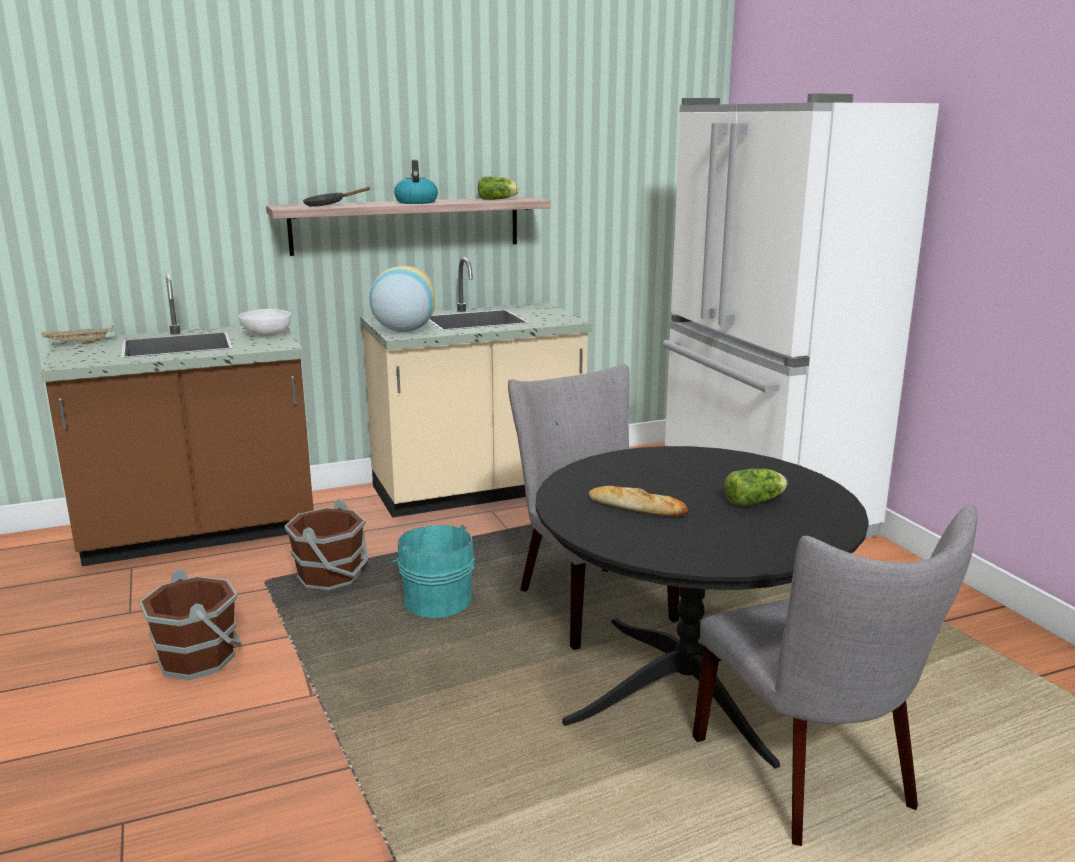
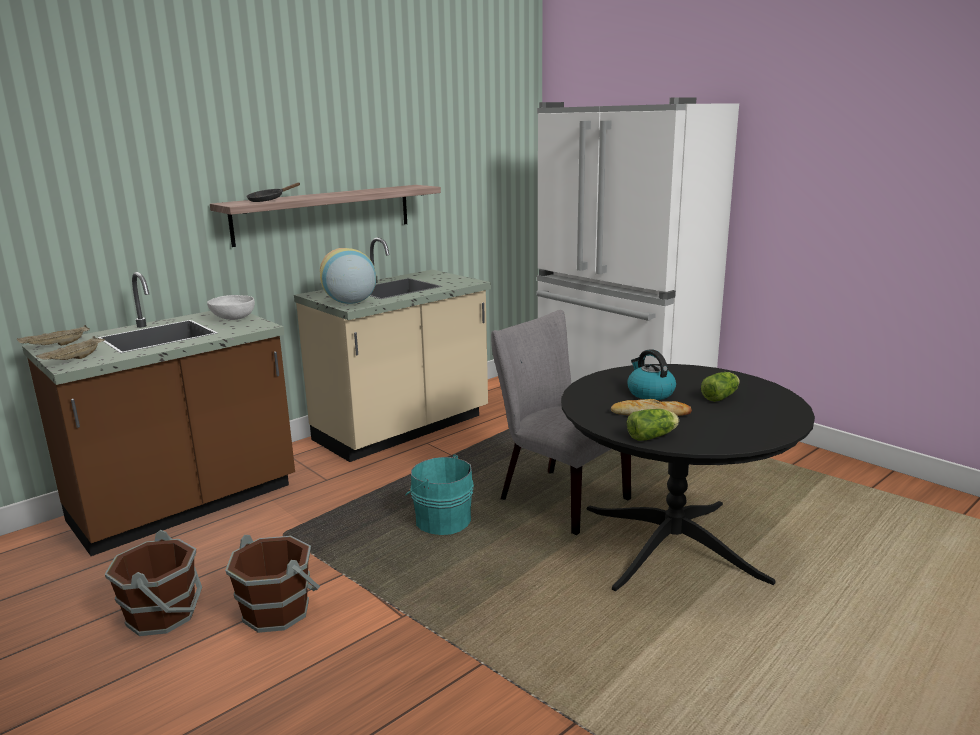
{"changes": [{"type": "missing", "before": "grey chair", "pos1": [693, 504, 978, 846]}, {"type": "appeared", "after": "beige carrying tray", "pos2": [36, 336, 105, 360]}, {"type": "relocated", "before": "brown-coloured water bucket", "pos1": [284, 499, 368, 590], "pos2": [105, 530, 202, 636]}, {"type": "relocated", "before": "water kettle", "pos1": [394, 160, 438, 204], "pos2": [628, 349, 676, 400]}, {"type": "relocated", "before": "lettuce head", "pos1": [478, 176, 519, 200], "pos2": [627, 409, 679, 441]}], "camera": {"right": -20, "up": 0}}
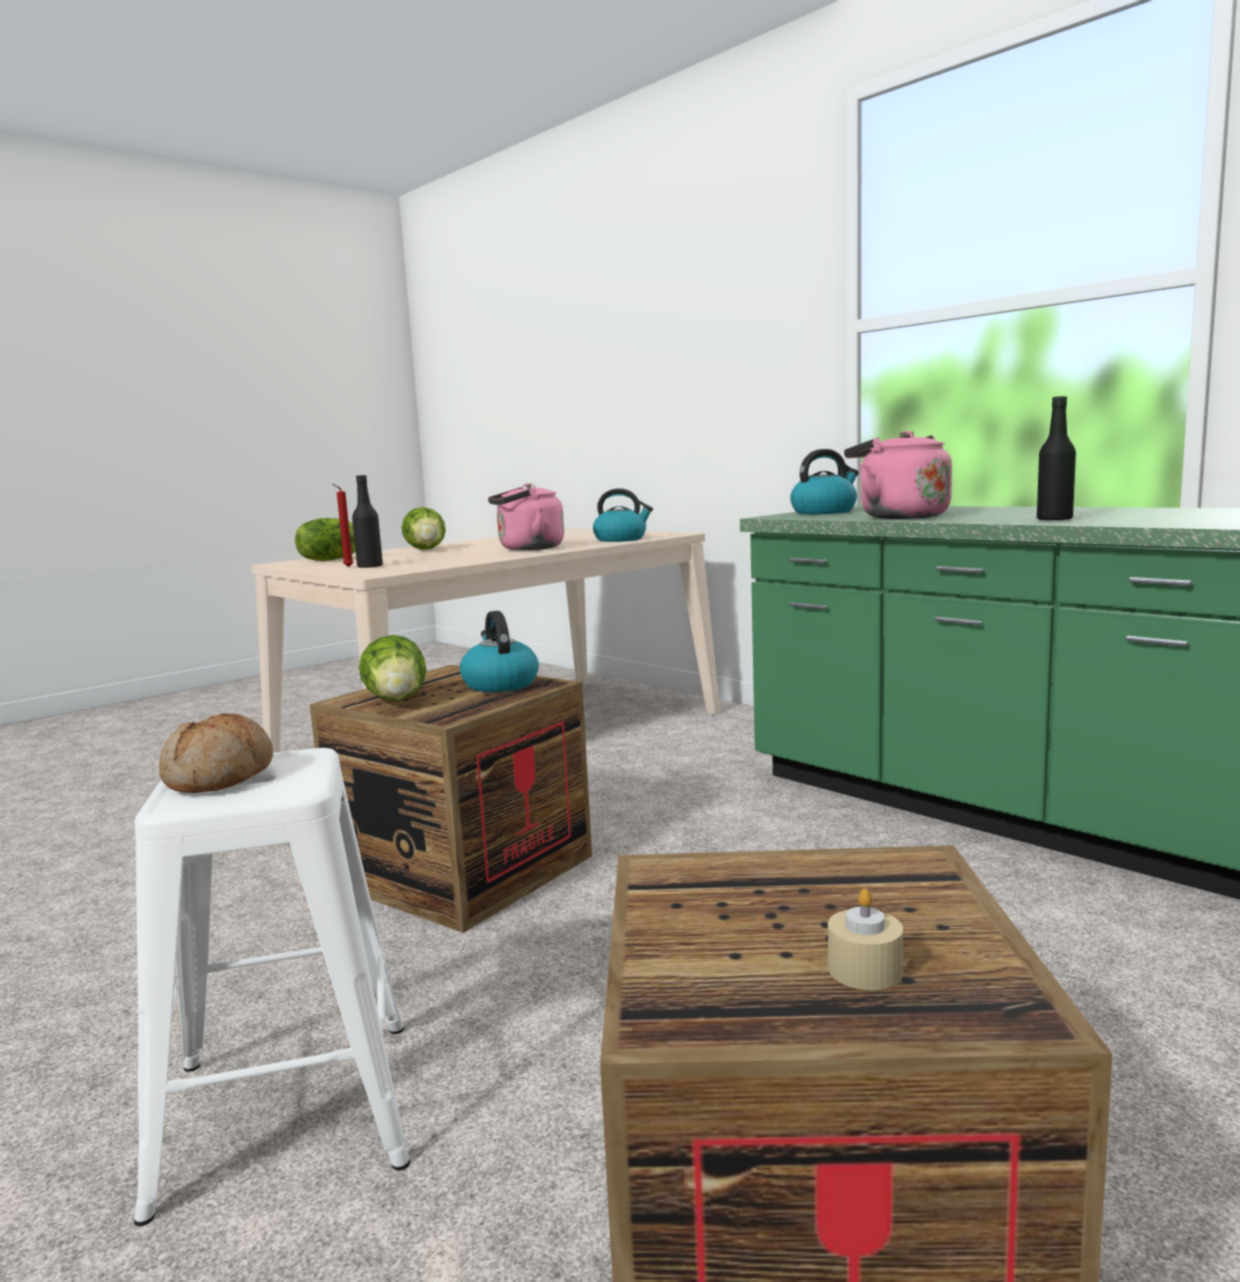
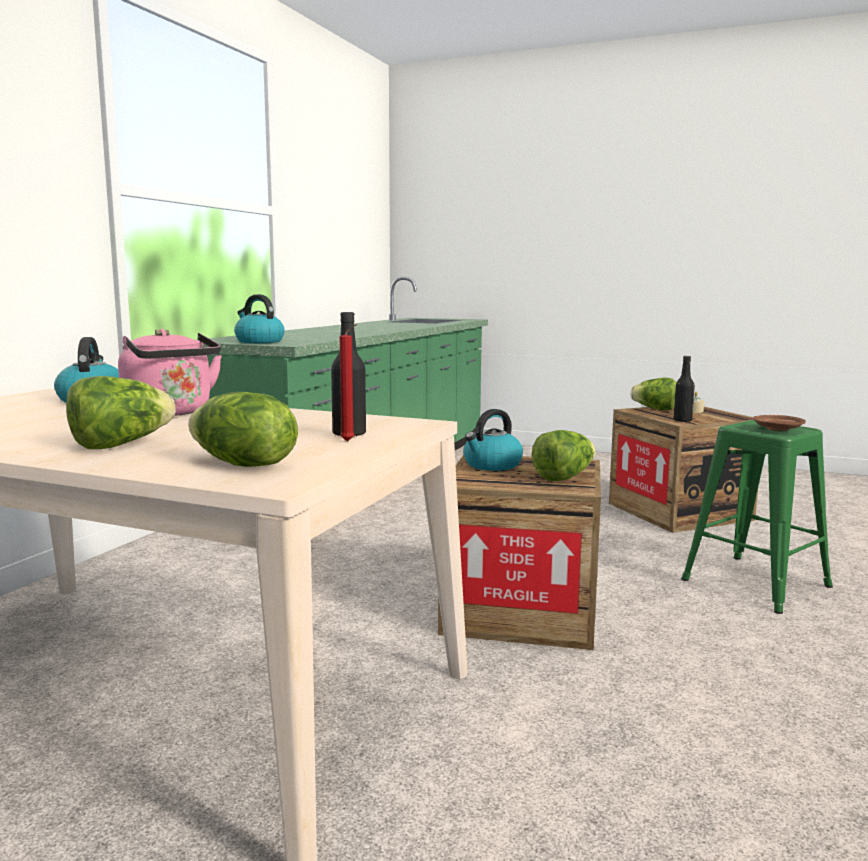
{"changes": [{"type": "missing", "before": "pink-coloured water kettle", "pos1": [844, 431, 952, 519]}, {"type": "appeared", "after": "lettuce head", "pos2": [630, 378, 677, 410]}, {"type": "relocated", "before": "black beverage bottle", "pos1": [1037, 396, 1076, 521], "pos2": [673, 356, 695, 422]}, {"type": "exchanged", "before": "baked bread", "after": "brown-coloured plate", "pos1": [159, 713, 273, 793], "pos2": [753, 415, 806, 431]}, {"type": "colour", "before": "white-coloured stool", "after": "greenish stool", "pos1": [134, 748, 410, 1226], "pos2": [681, 420, 833, 614]}], "camera": {"right": -115, "up": 0}}
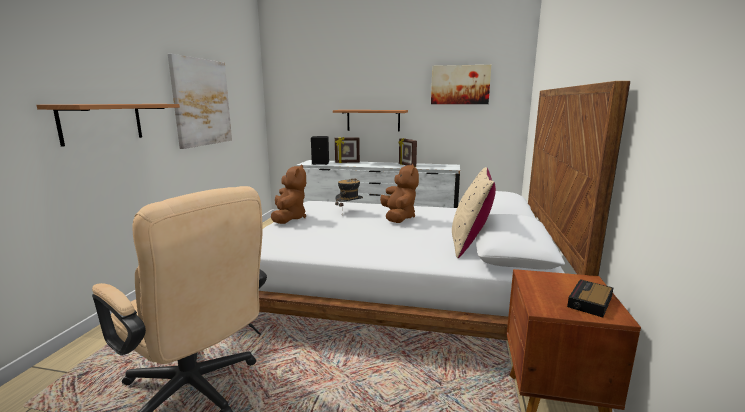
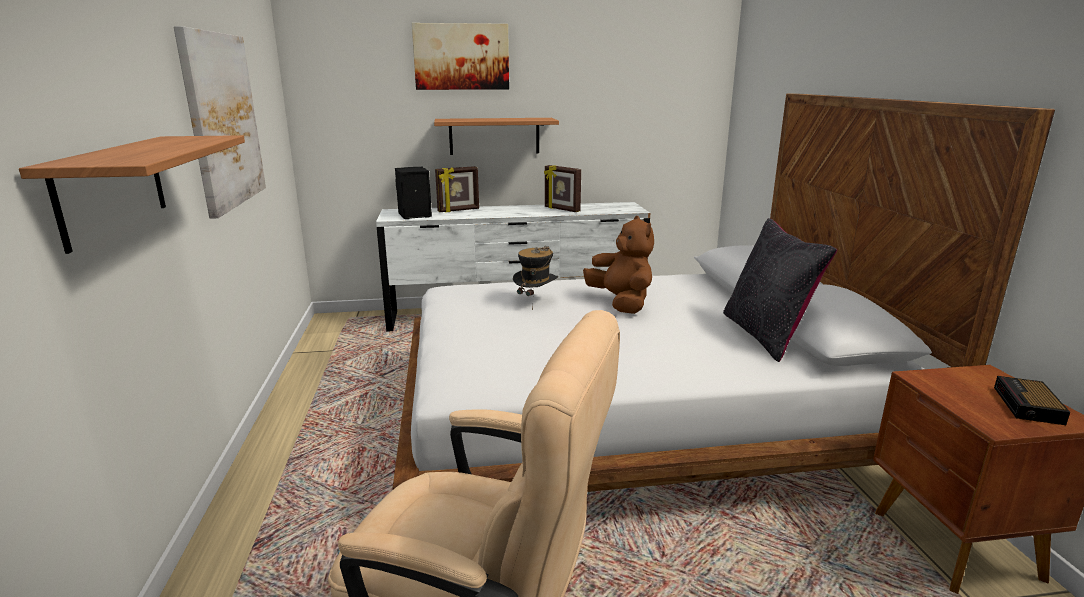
{"changes": [{"type": "missing", "before": "brown-coloured cuddly toy", "pos1": [271, 164, 306, 224]}, {"type": "relocated", "before": "picture", "pos1": [431, 65, 491, 104], "pos2": [412, 23, 509, 90]}, {"type": "colour", "before": "beige cushion", "after": "black cushion", "pos1": [452, 167, 496, 258], "pos2": [723, 218, 837, 362]}], "camera": {"right": -20, "up": 5}}
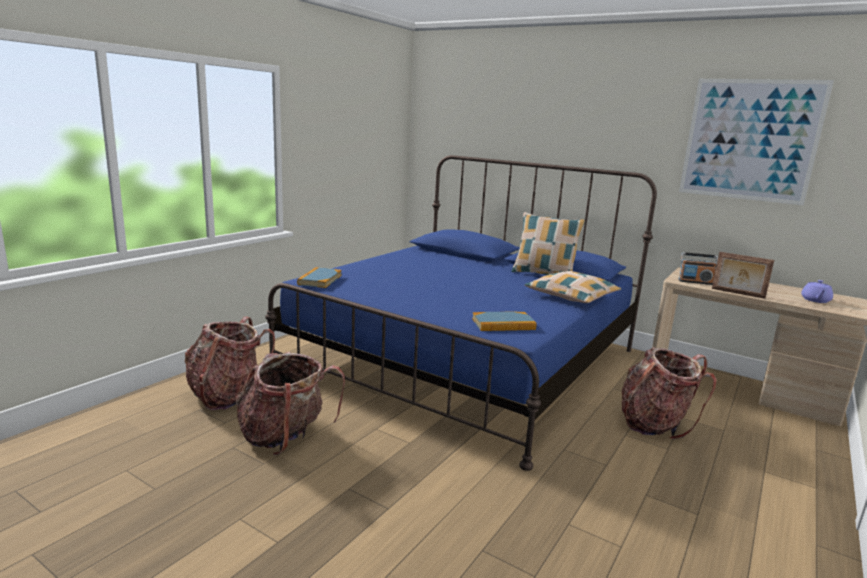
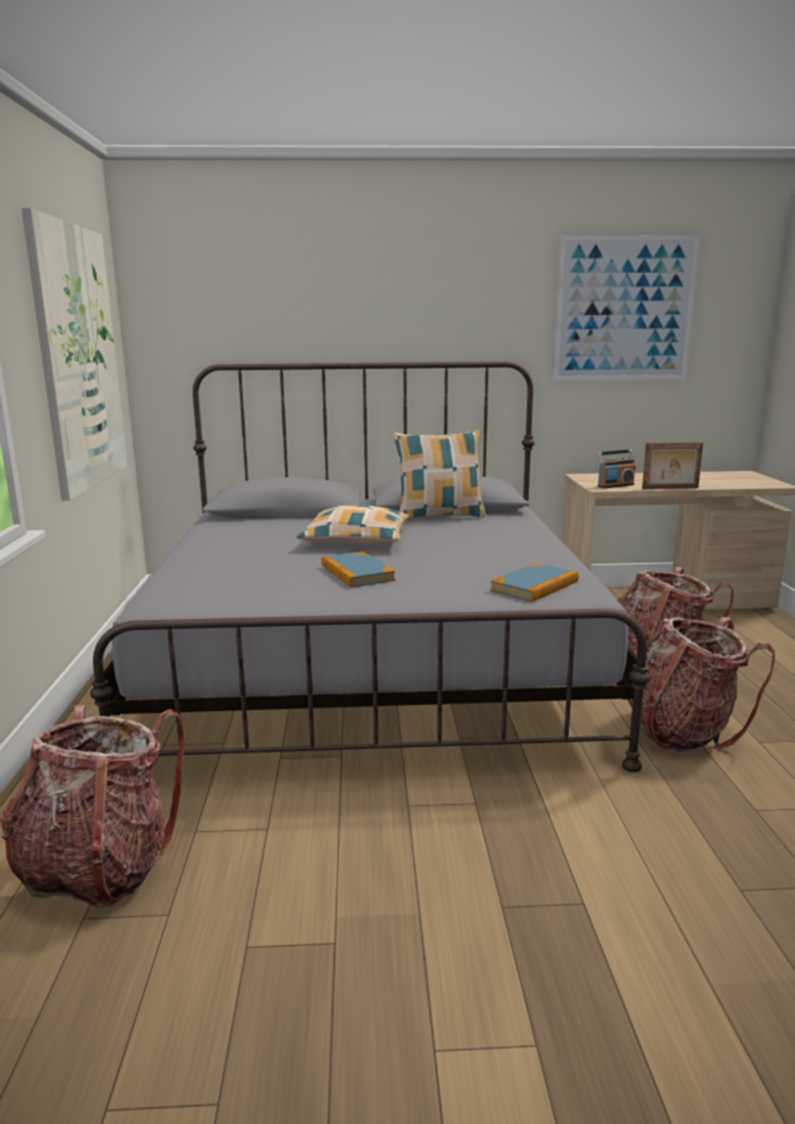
{"changes": [{"type": "missing", "before": "purple tea pot", "pos1": [801, 280, 833, 303]}, {"type": "appeared", "after": "picture", "pos2": [21, 208, 128, 501]}, {"type": "relocated", "before": "backpack", "pos1": [236, 352, 345, 455], "pos2": [628, 617, 775, 752]}, {"type": "relocated", "before": "volume", "pos1": [297, 267, 342, 288], "pos2": [321, 551, 395, 588]}, {"type": "relocated", "before": "cushion", "pos1": [525, 271, 621, 303], "pos2": [296, 505, 410, 544]}, {"type": "colour", "before": "blue-coloured sleeping bed", "after": "grey sleeping bed", "pos1": [265, 155, 657, 471], "pos2": [90, 361, 651, 772]}], "camera": {"right": -35, "up": 0}}
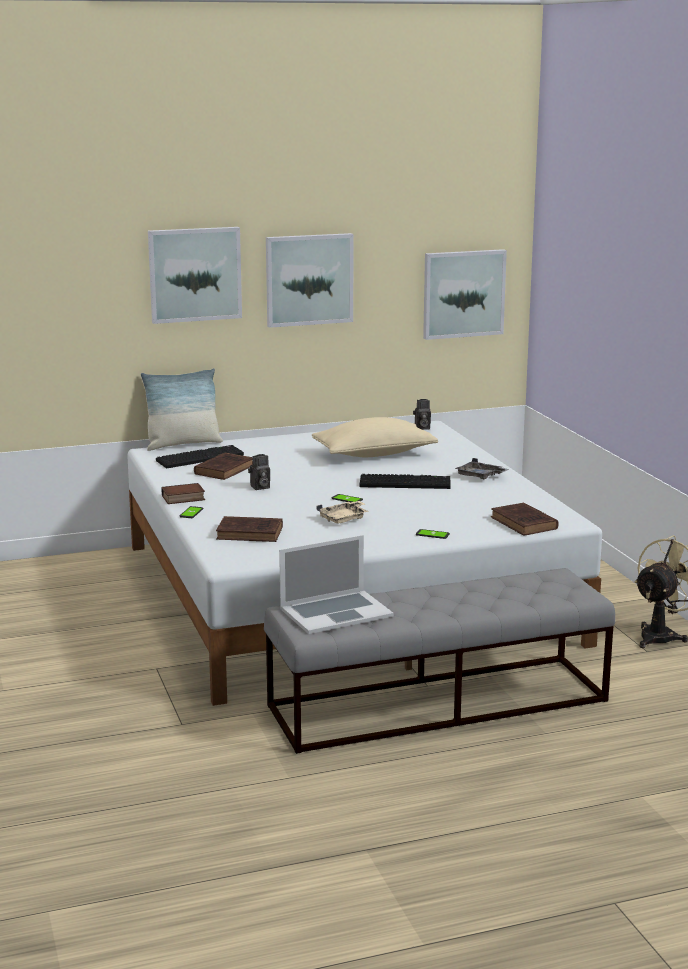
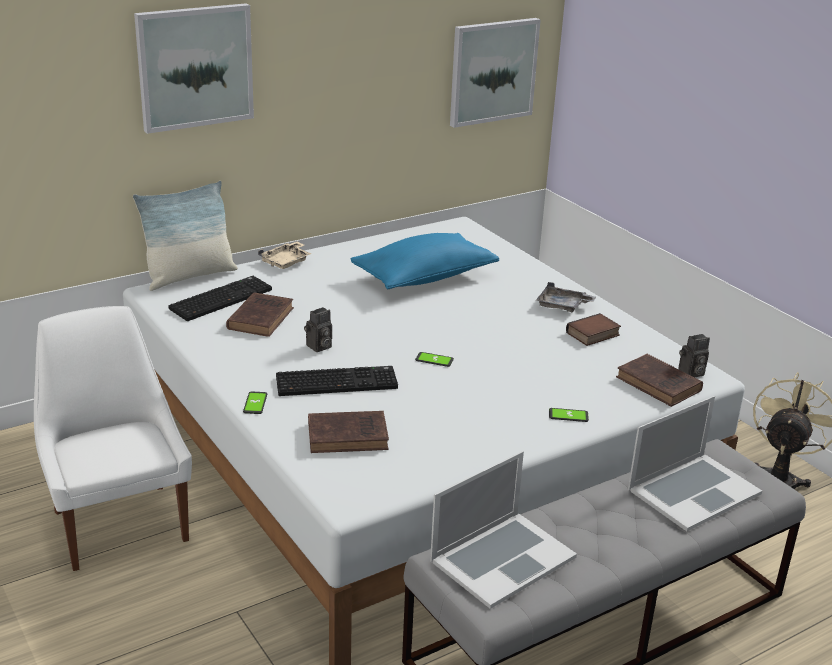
{"changes": [{"type": "missing", "before": "picture", "pos1": [266, 233, 353, 328]}, {"type": "appeared", "after": "white-coloured chair", "pos2": [34, 306, 192, 571]}, {"type": "appeared", "after": "laptop", "pos2": [628, 396, 762, 531]}, {"type": "relocated", "before": "volume", "pos1": [162, 483, 205, 504], "pos2": [566, 313, 621, 346]}, {"type": "relocated", "before": "beige carrying tray", "pos1": [316, 501, 369, 523], "pos2": [258, 241, 311, 269]}, {"type": "relocated", "before": "keyboard", "pos1": [360, 474, 451, 489], "pos2": [276, 366, 398, 396]}, {"type": "relocated", "before": "photo camera", "pos1": [413, 399, 431, 430], "pos2": [678, 334, 710, 377]}, {"type": "colour", "before": "beige cushion", "after": "blue-coloured cushion", "pos1": [312, 417, 438, 457], "pos2": [351, 233, 499, 289]}], "camera": {"right": -15, "up": 10}}
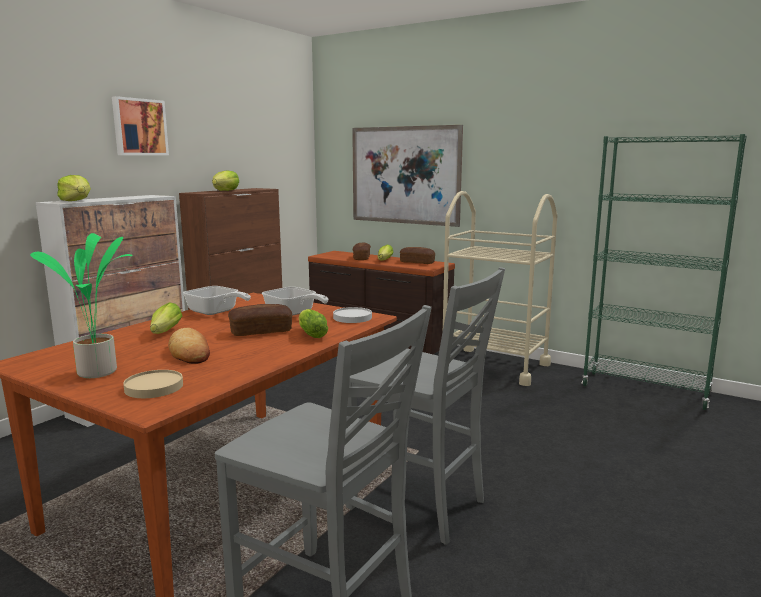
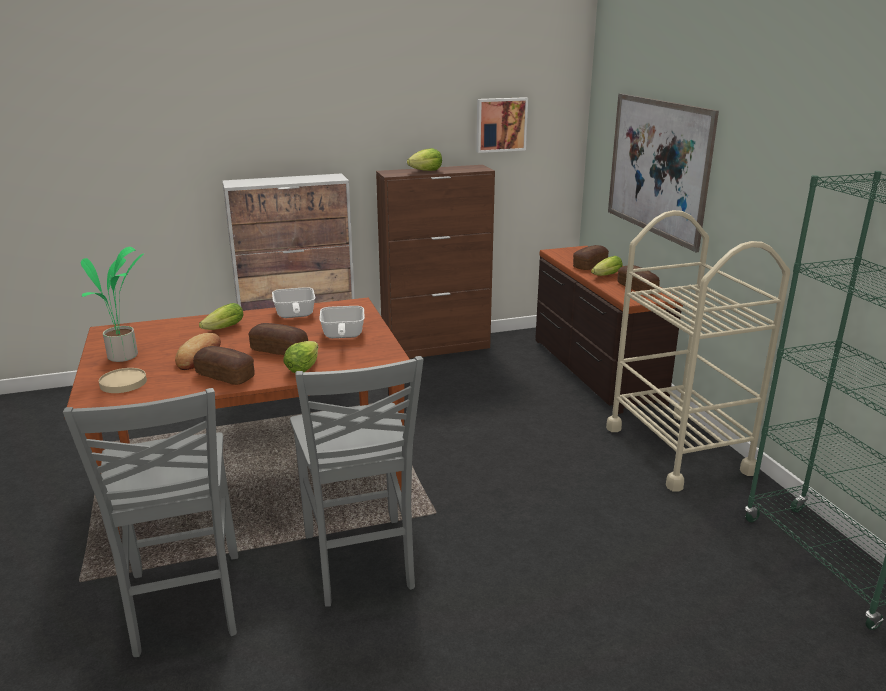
{"changes": [{"type": "missing", "before": "lettuce head", "pos1": [57, 175, 91, 201]}, {"type": "missing", "before": "white-coloured plate", "pos1": [333, 307, 372, 323]}, {"type": "appeared", "after": "baked bread", "pos2": [193, 346, 255, 385]}, {"type": "relocated", "before": "picture", "pos1": [112, 96, 169, 155], "pos2": [476, 97, 528, 153]}], "camera": {"right": 40, "up": 10}}
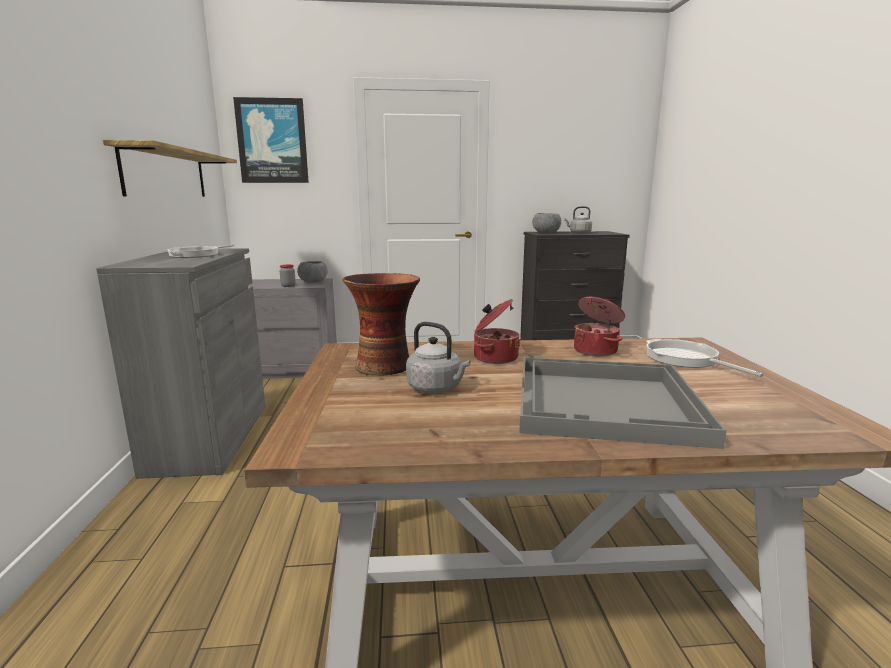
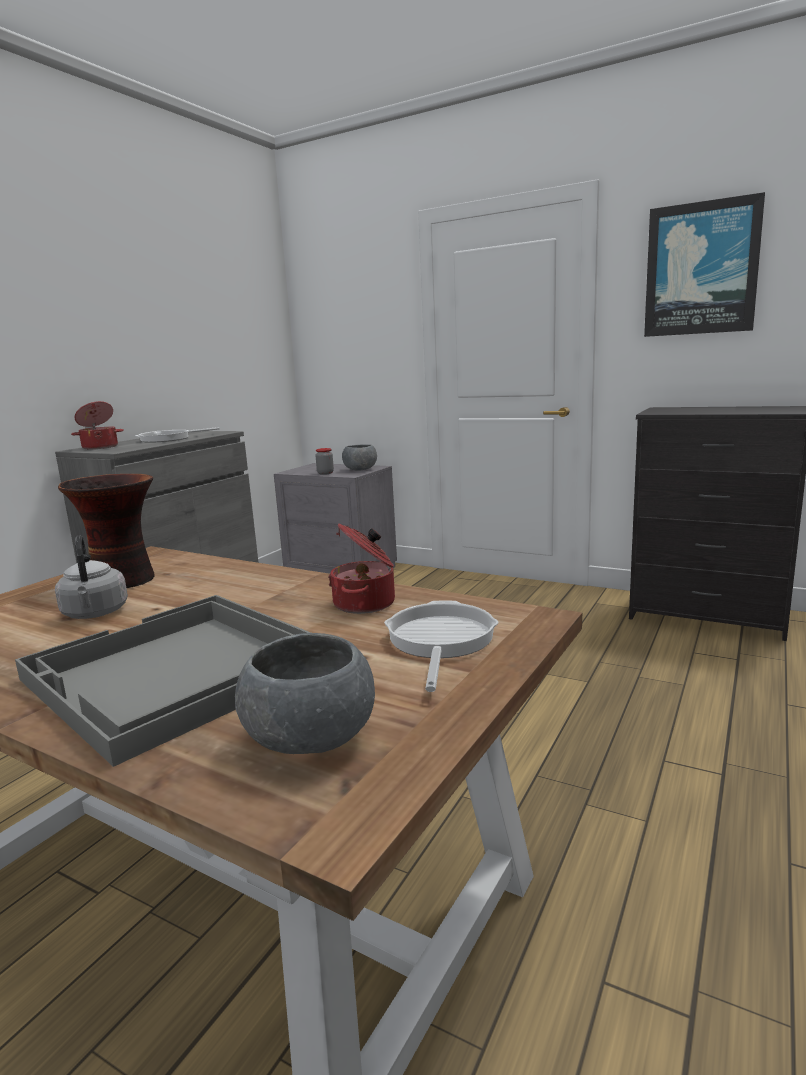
{"changes": [{"type": "missing", "before": "bracket shelf", "pos1": [103, 140, 237, 197]}, {"type": "missing", "before": "grey water kettle", "pos1": [564, 206, 592, 234]}, {"type": "relocated", "before": "picture", "pos1": [233, 97, 309, 183], "pos2": [644, 192, 765, 337]}, {"type": "relocated", "before": "cooking pot", "pos1": [474, 299, 520, 364], "pos2": [71, 401, 124, 449]}, {"type": "relocated", "before": "grey deep dish", "pos1": [532, 213, 561, 233], "pos2": [235, 633, 375, 754]}], "camera": {"right": 35, "up": 0}}
